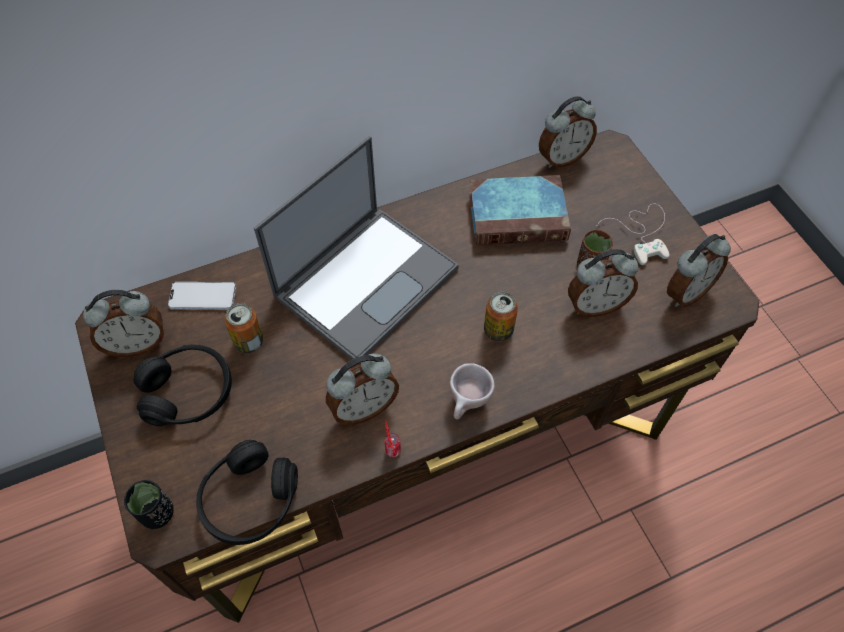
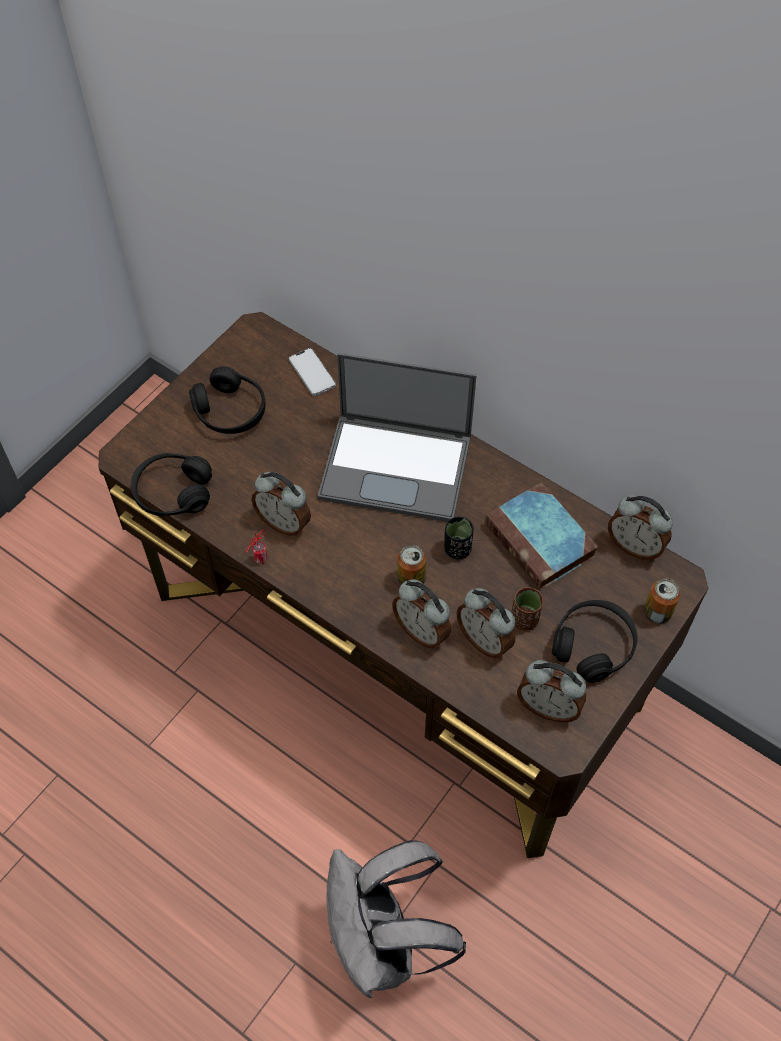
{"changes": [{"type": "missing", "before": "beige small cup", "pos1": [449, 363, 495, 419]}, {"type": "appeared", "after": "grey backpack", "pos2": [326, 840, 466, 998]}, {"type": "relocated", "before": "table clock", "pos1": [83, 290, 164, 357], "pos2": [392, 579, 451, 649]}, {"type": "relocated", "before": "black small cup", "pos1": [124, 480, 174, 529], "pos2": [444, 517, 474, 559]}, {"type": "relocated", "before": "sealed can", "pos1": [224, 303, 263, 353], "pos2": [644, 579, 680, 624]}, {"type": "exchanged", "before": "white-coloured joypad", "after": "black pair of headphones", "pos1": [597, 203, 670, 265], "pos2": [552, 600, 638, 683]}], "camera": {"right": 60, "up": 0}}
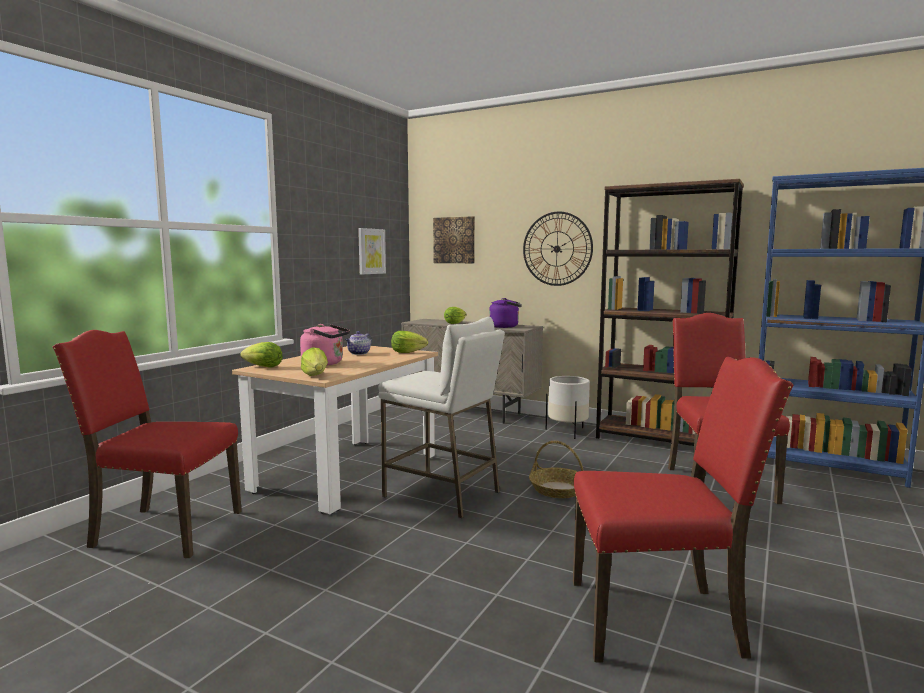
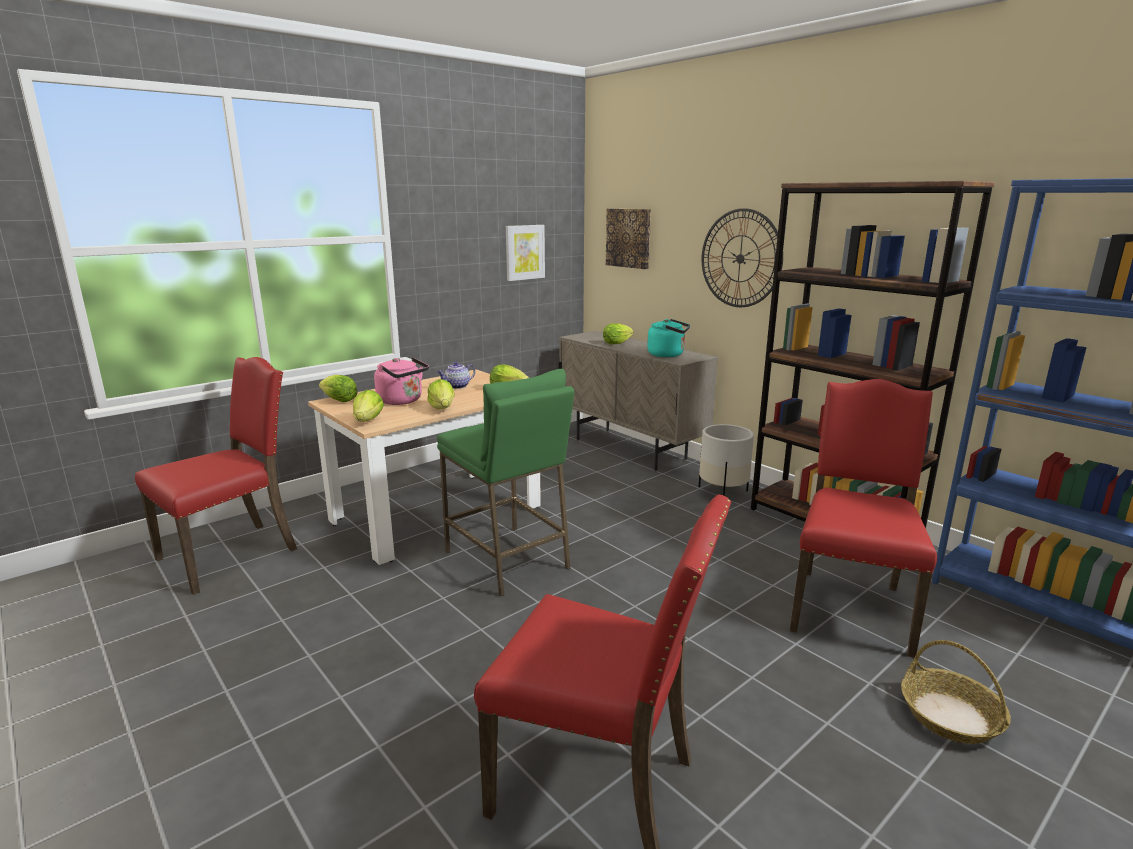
{"changes": [{"type": "appeared", "after": "lettuce head", "pos2": [427, 379, 455, 409]}, {"type": "relocated", "before": "storage basket", "pos1": [529, 441, 584, 498], "pos2": [901, 640, 1011, 744]}, {"type": "colour", "before": "white-coloured stool", "after": "greenish stool", "pos1": [378, 317, 505, 518], "pos2": [437, 369, 574, 596]}, {"type": "colour", "before": "purple water kettle", "after": "turquoise water kettle", "pos1": [489, 298, 522, 328], "pos2": [647, 319, 690, 357]}, {"type": "spun", "before": "red chair", "pos1": [53, 330, 242, 558], "pos2": [135, 357, 297, 595], "turn": 105}], "camera": {"right": 20, "up": 10}}
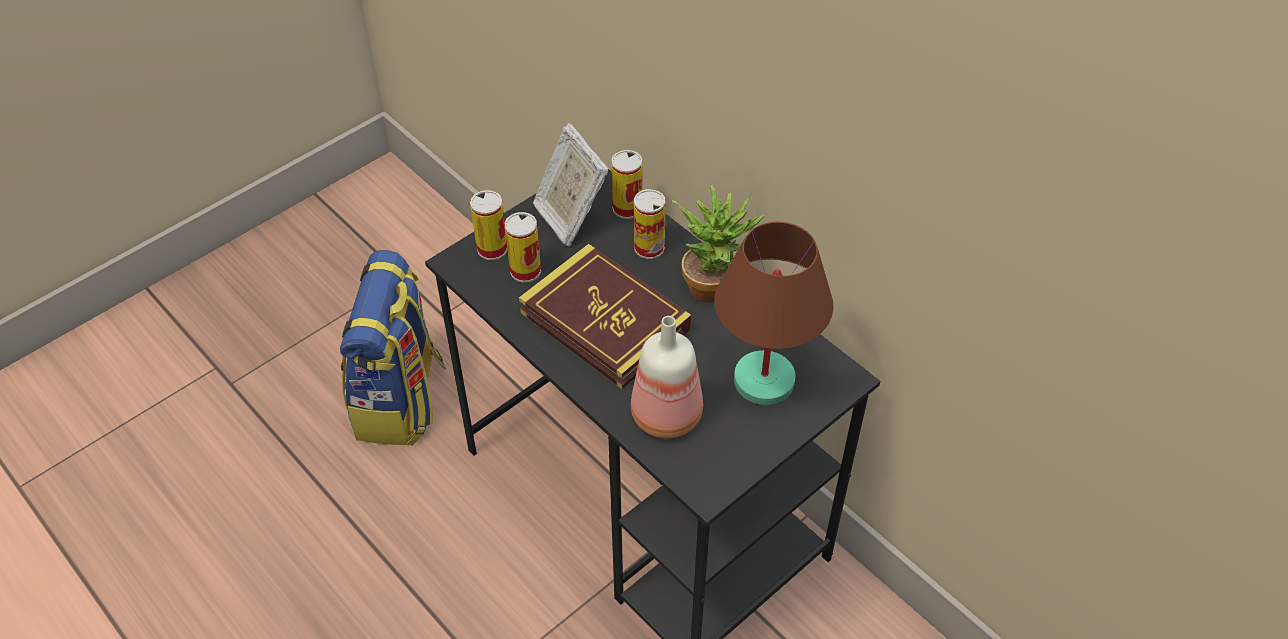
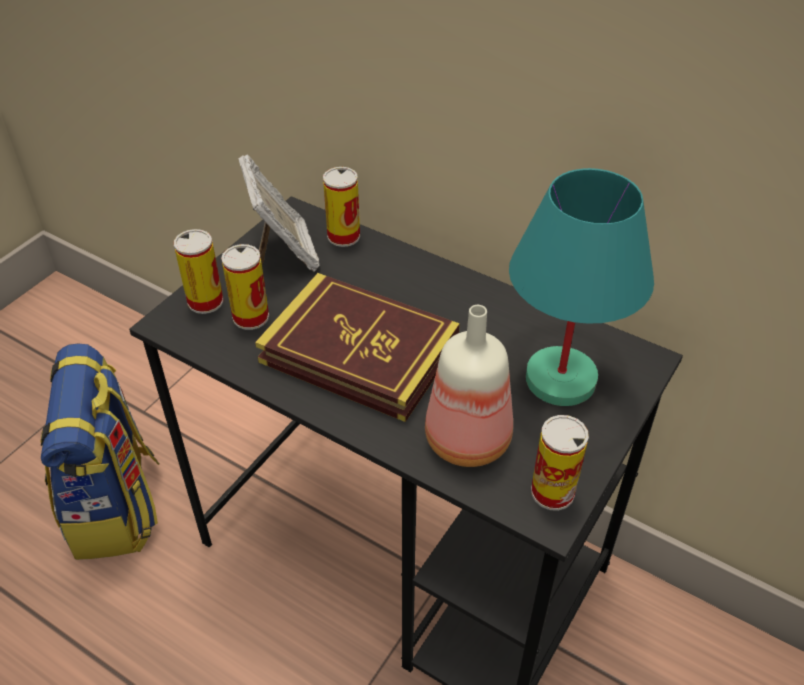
{"changes": [{"type": "missing", "before": "houseplant", "pos1": [672, 185, 765, 302]}, {"type": "relocated", "before": "sealed can", "pos1": [634, 189, 666, 259], "pos2": [531, 415, 589, 511]}, {"type": "colour", "before": "brown-coloured table lamp", "after": "turquoise table lamp", "pos1": [714, 222, 833, 405], "pos2": [509, 168, 654, 406]}, {"type": "spun", "before": "picture frame", "pos1": [533, 123, 609, 247], "pos2": [238, 154, 320, 272], "turn": -150}], "camera": {"right": -15, "up": -5}}
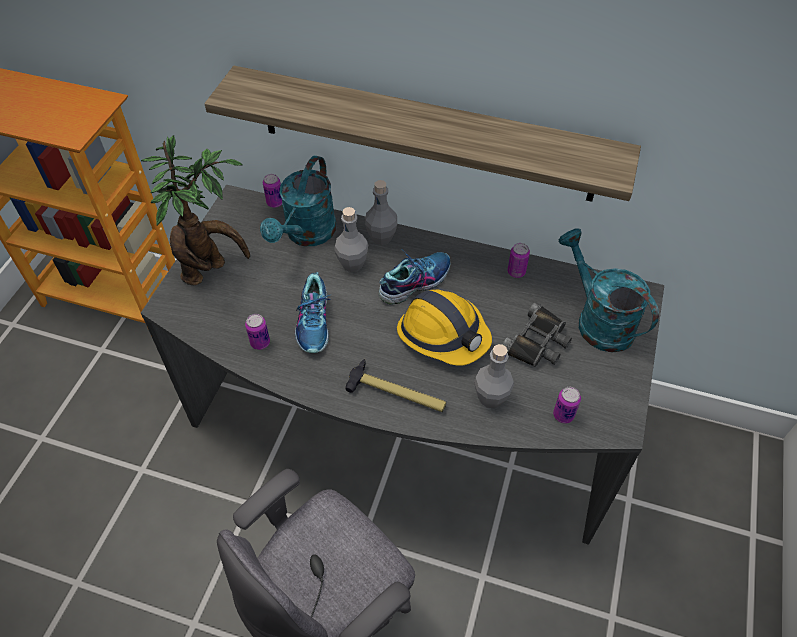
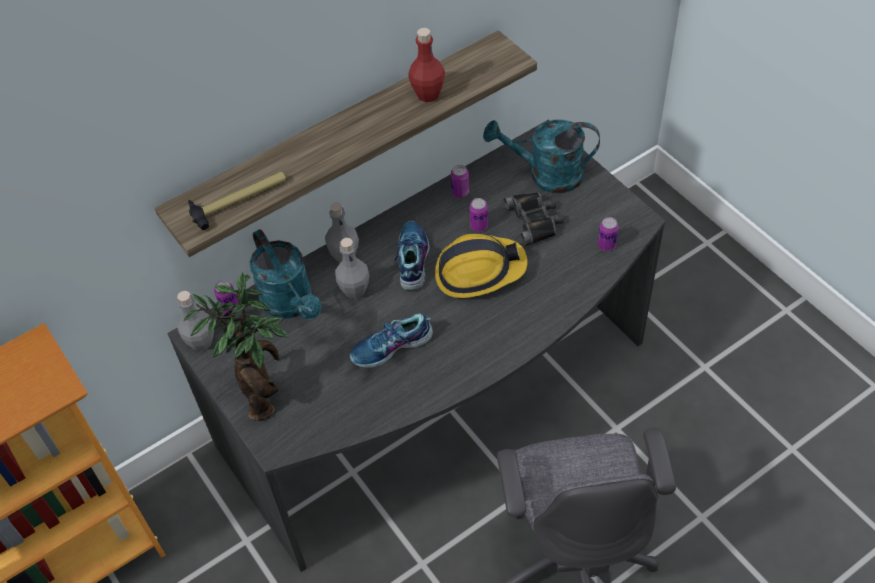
{"changes": [{"type": "appeared", "after": "red beverage bottle", "pos2": [408, 28, 445, 102]}, {"type": "relocated", "before": "sealed can", "pos1": [245, 314, 270, 350], "pos2": [470, 198, 488, 232]}, {"type": "relocated", "before": "hand hammer", "pos1": [345, 359, 446, 412], "pos2": [188, 171, 287, 230]}, {"type": "relocated", "before": "grey beverage bottle", "pos1": [474, 344, 514, 408], "pos2": [177, 291, 214, 351]}, {"type": "spun", "before": "shoe", "pos1": [295, 272, 331, 353], "pos2": [349, 313, 433, 368], "turn": 120}], "camera": {"right": -50, "up": 0}}
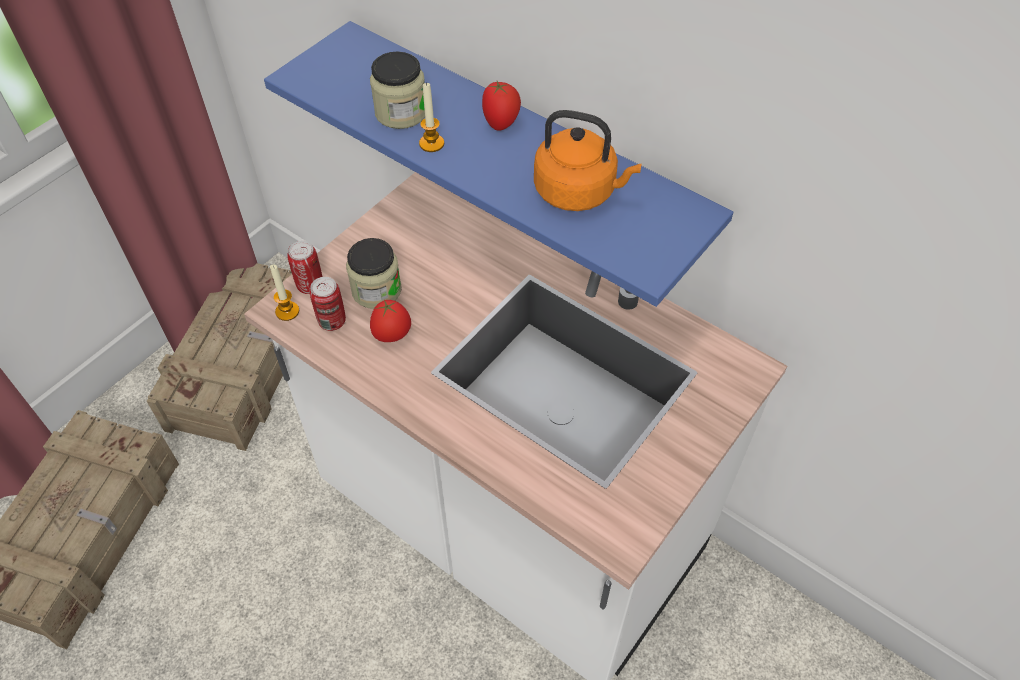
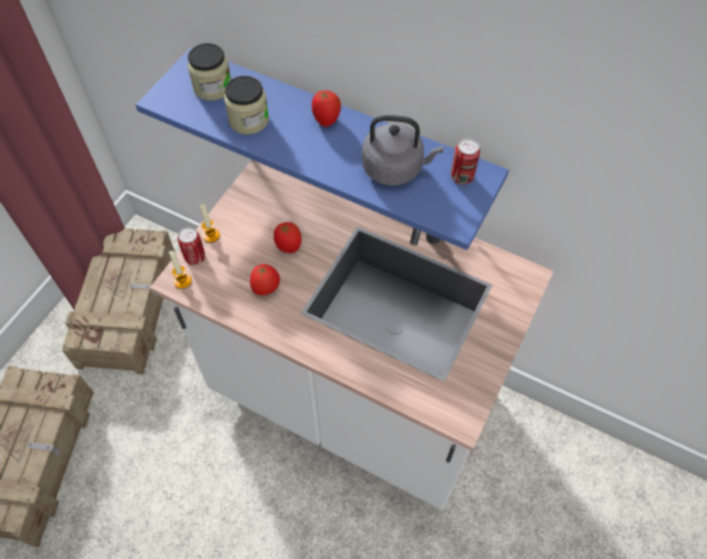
{"changes": [{"type": "appeared", "after": "tomato", "pos2": [274, 222, 302, 253]}, {"type": "relocated", "before": "sealed can", "pos1": [310, 277, 346, 331], "pos2": [451, 138, 480, 184]}, {"type": "relocated", "before": "storage jar", "pos1": [346, 238, 402, 309], "pos2": [187, 43, 231, 101]}, {"type": "relocated", "before": "candle", "pos1": [419, 82, 444, 152], "pos2": [200, 204, 220, 243]}, {"type": "colour", "before": "orange water kettle", "after": "grey water kettle", "pos1": [534, 110, 641, 211], "pos2": [362, 115, 443, 186]}], "camera": {"right": -10, "up": 5}}
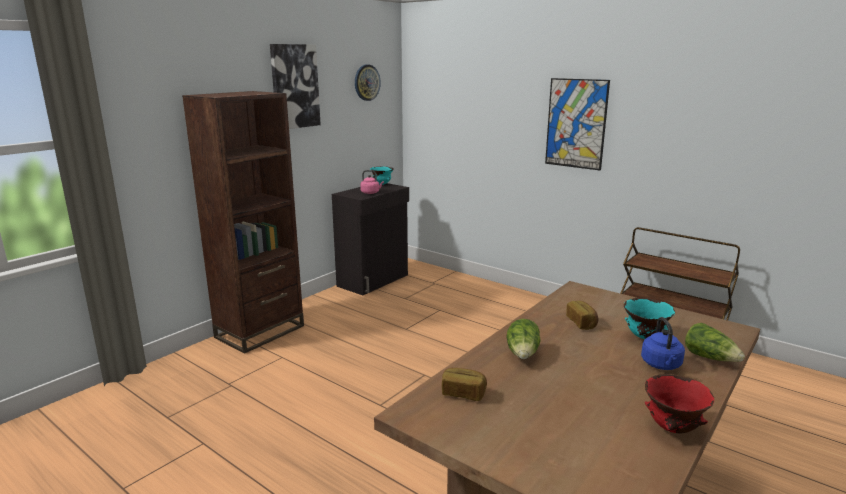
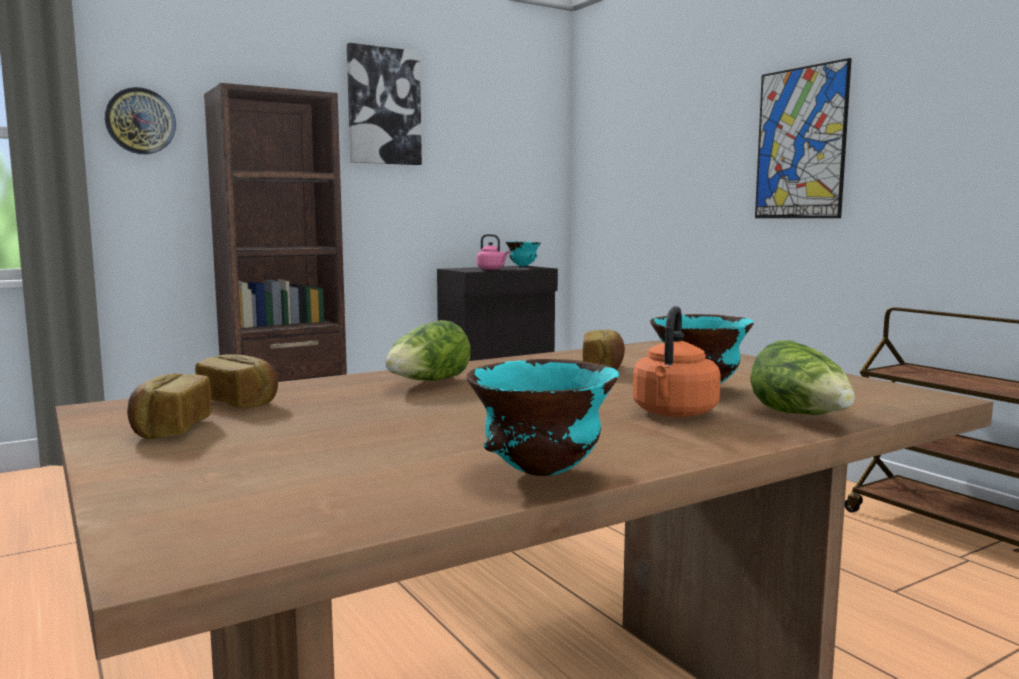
{"changes": [{"type": "appeared", "after": "baked bread", "pos2": [127, 373, 212, 439]}, {"type": "relocated", "before": "clock on the wall", "pos1": [355, 65, 381, 101], "pos2": [105, 87, 176, 154]}, {"type": "colour", "before": "blue-coloured water kettle", "after": "orange water kettle", "pos1": [641, 317, 685, 370], "pos2": [633, 306, 721, 417]}, {"type": "colour", "before": "red deep dish", "after": "turquoise deep dish", "pos1": [645, 374, 714, 433], "pos2": [466, 359, 619, 476]}], "camera": {"right": 20, "up": -10}}
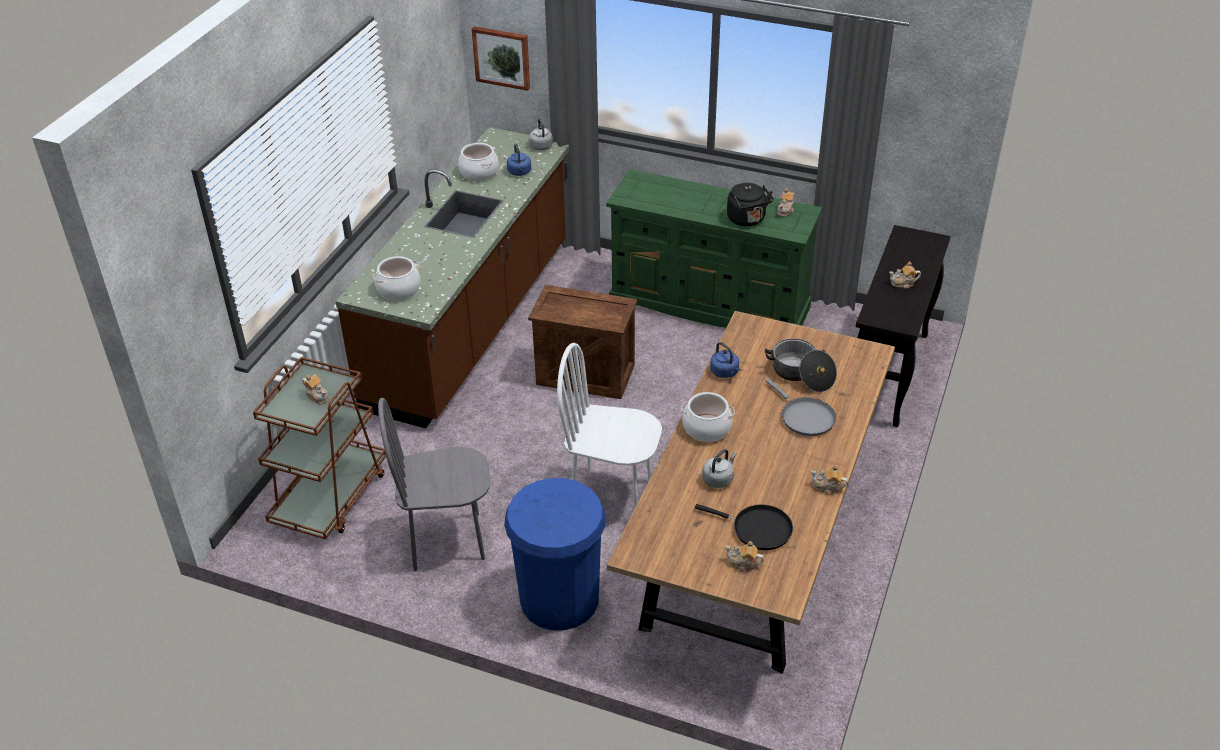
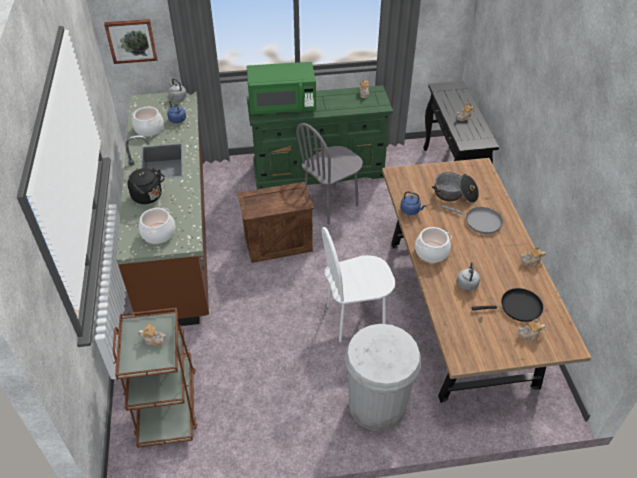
{"changes": [{"type": "appeared", "after": "greenish microwave", "pos2": [247, 62, 316, 115]}, {"type": "relocated", "before": "grey chair", "pos1": [378, 398, 490, 571], "pos2": [296, 123, 363, 224]}, {"type": "relocated", "before": "black water kettle", "pos1": [727, 183, 773, 226], "pos2": [127, 167, 165, 204]}, {"type": "colour", "before": "blue-coloured waste bin", "after": "white-coloured waste bin", "pos1": [504, 478, 606, 630], "pos2": [345, 324, 421, 431]}], "camera": {"right": -30, "up": 5}}
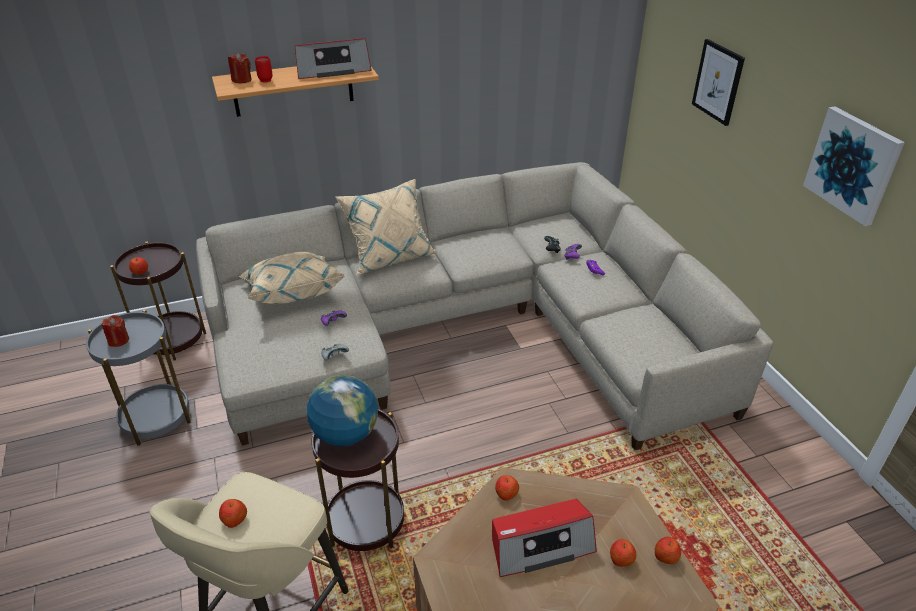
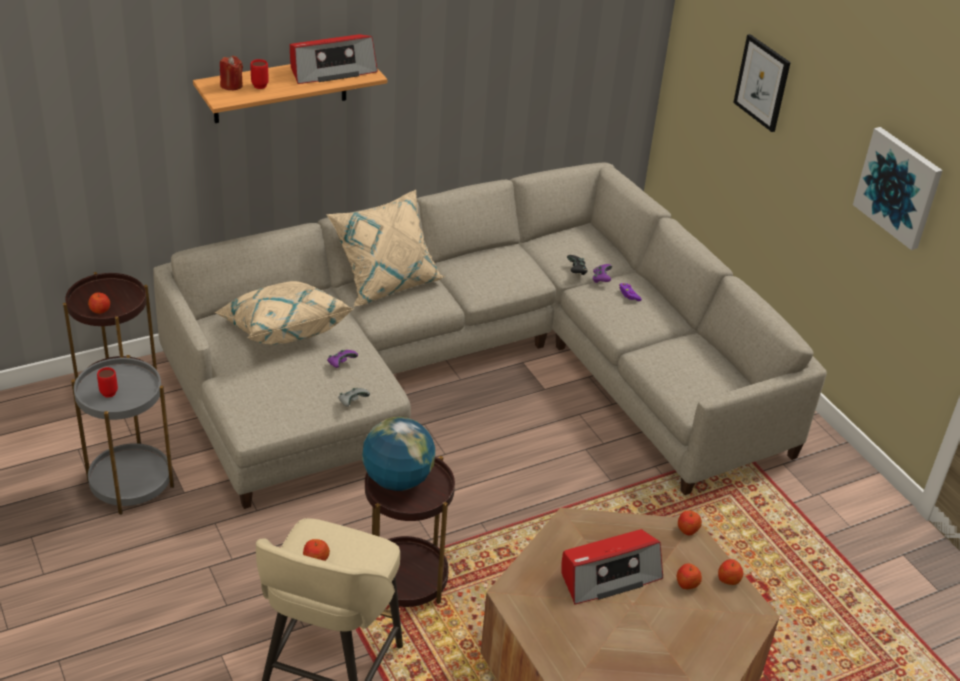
{"changes": [{"type": "relocated", "before": "apple fruit", "pos1": [495, 475, 519, 501], "pos2": [678, 510, 702, 535]}, {"type": "exchanged", "before": "red candle", "after": "red coffee mug", "pos1": [101, 315, 129, 347], "pos2": [97, 367, 118, 398]}], "camera": {"right": -10, "up": 0}}
